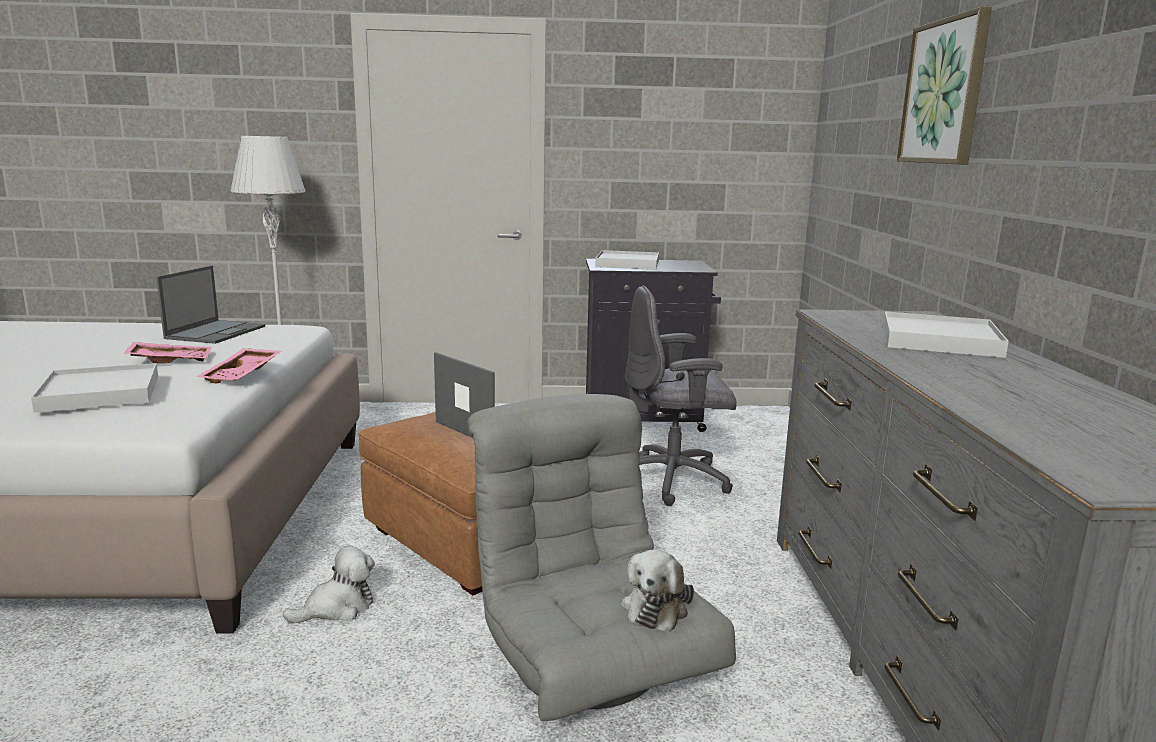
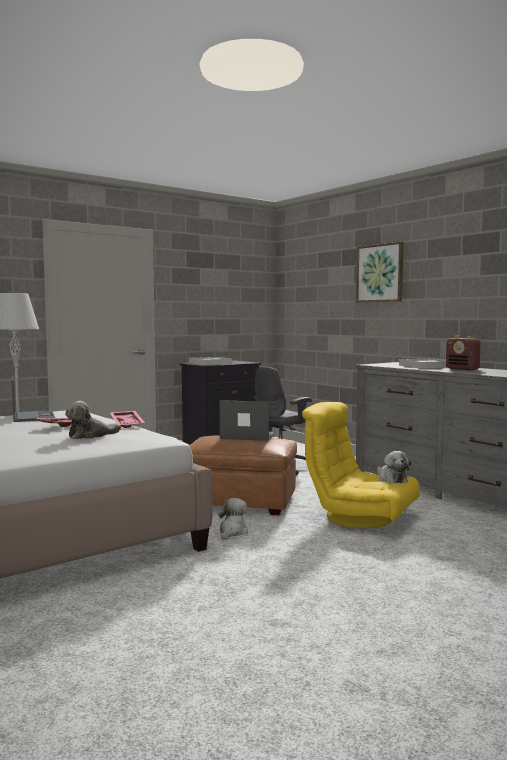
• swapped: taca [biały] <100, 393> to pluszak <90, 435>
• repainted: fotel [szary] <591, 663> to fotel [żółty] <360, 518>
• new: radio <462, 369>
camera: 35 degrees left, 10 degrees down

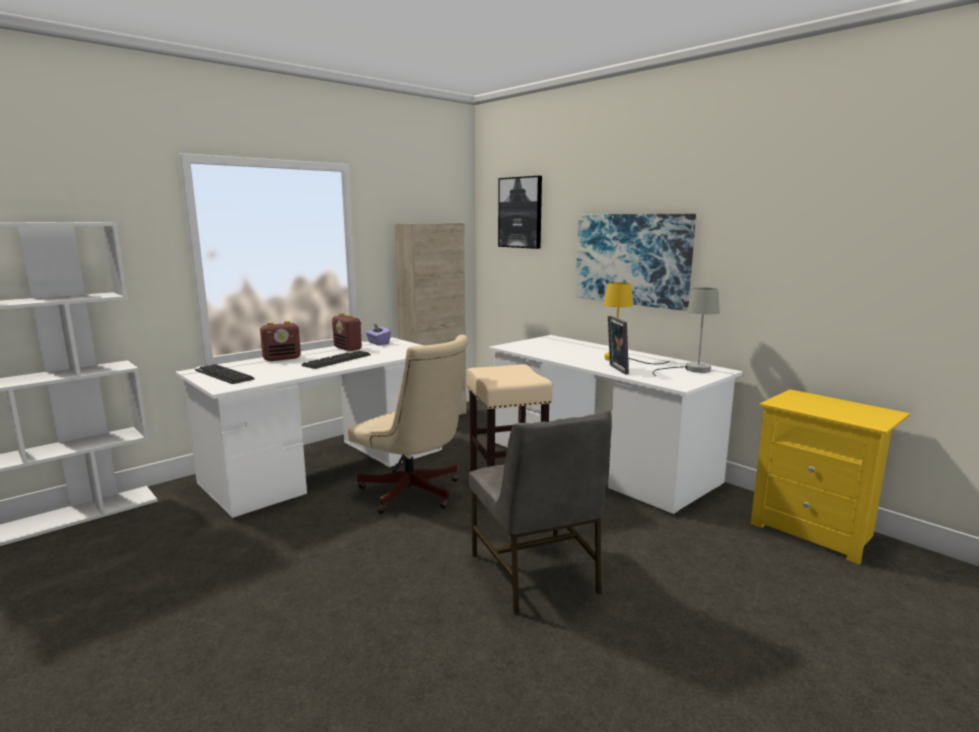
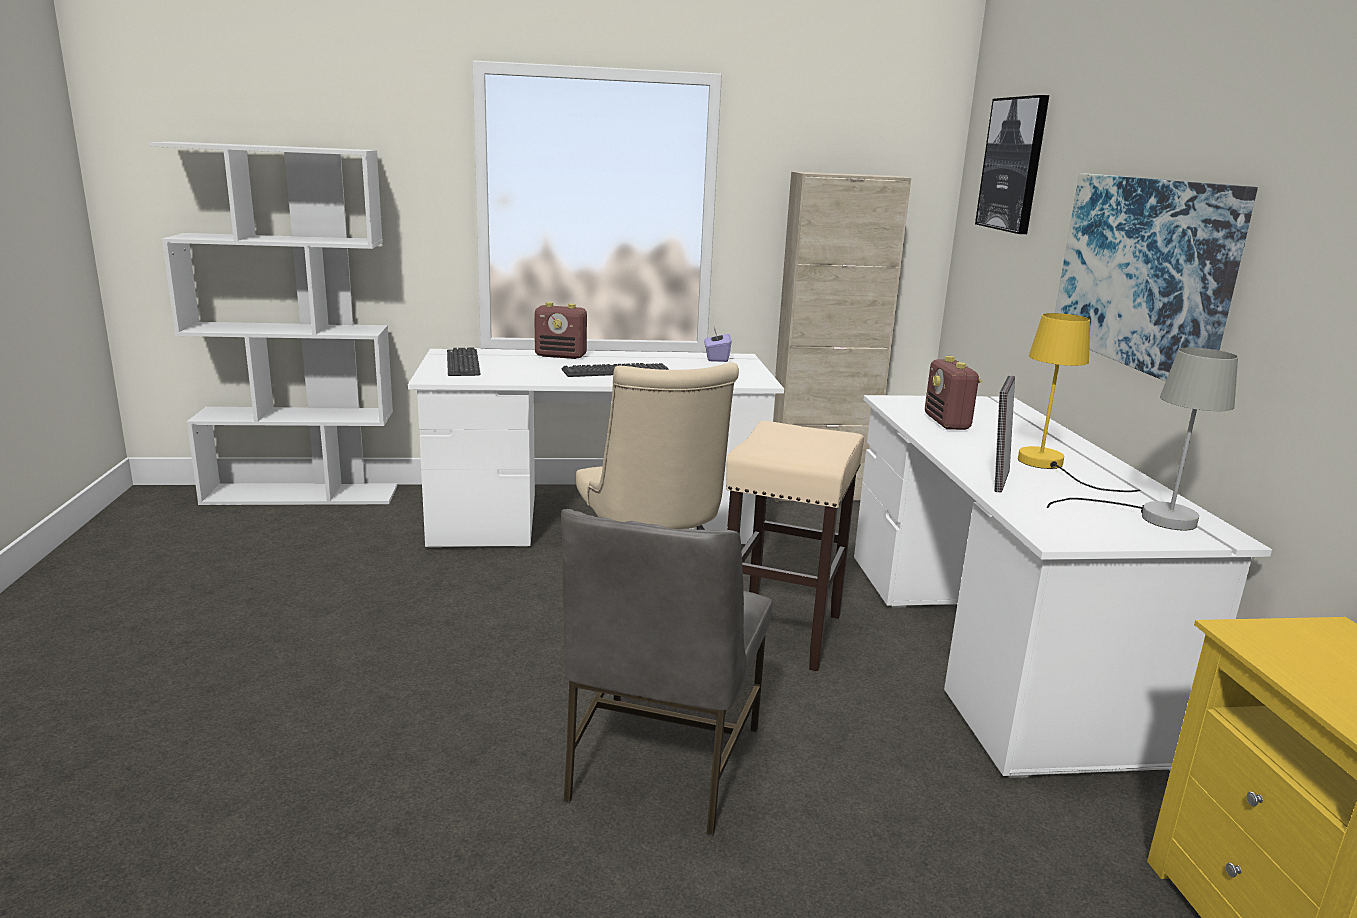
• shifted: radio <348, 348> to <947, 423>
camera: 35 degrees right, 5 degrees up

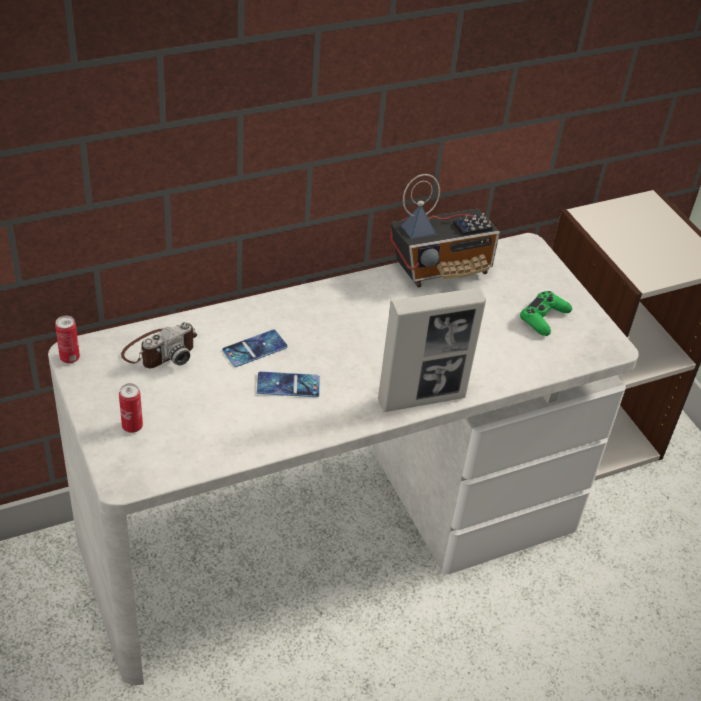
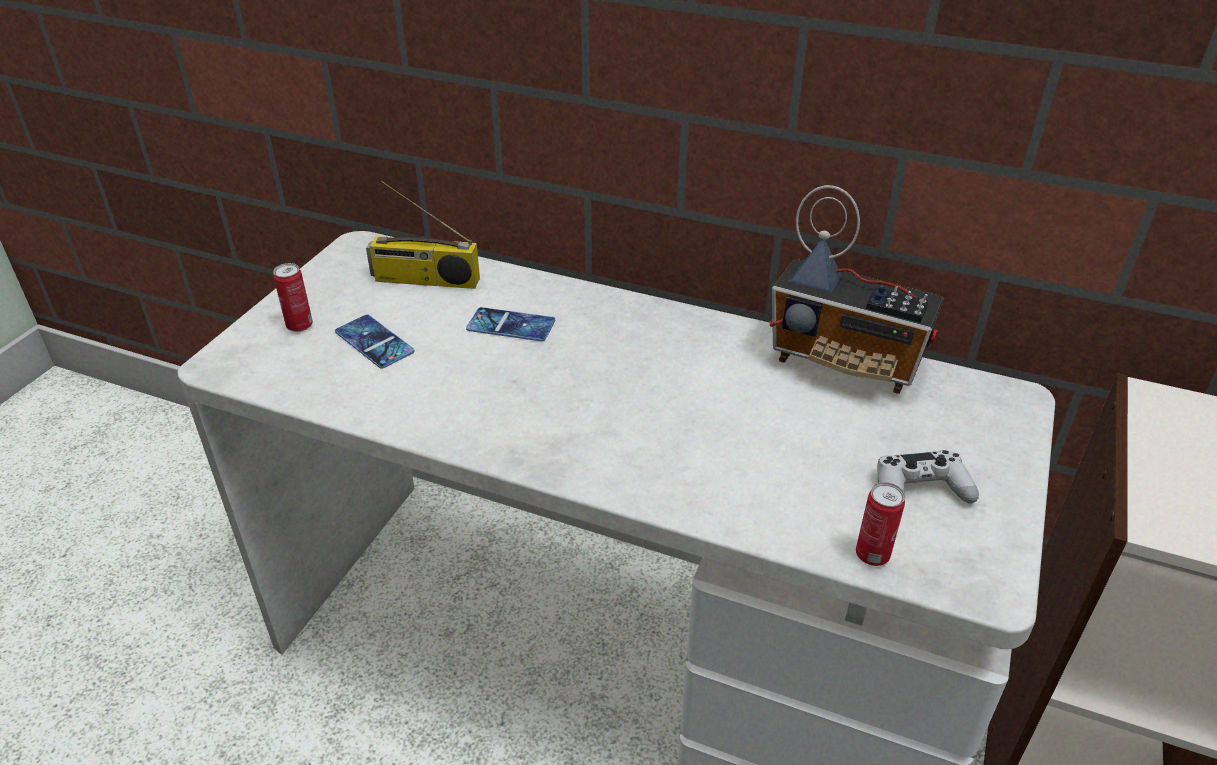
• shifted: puszka <70, 358> to <872, 555>
• swapped: aparat fotograficzny <160, 351> to radio <424, 280>
• shifted: telefon <288, 385> to <374, 342>
• gone: ramka na zdjęcie <422, 398>
• repainted: pad do gier [zielony] <543, 318> to pad do gier [biały] <920, 489>
camera: 50 degrees right, 5 degrees down

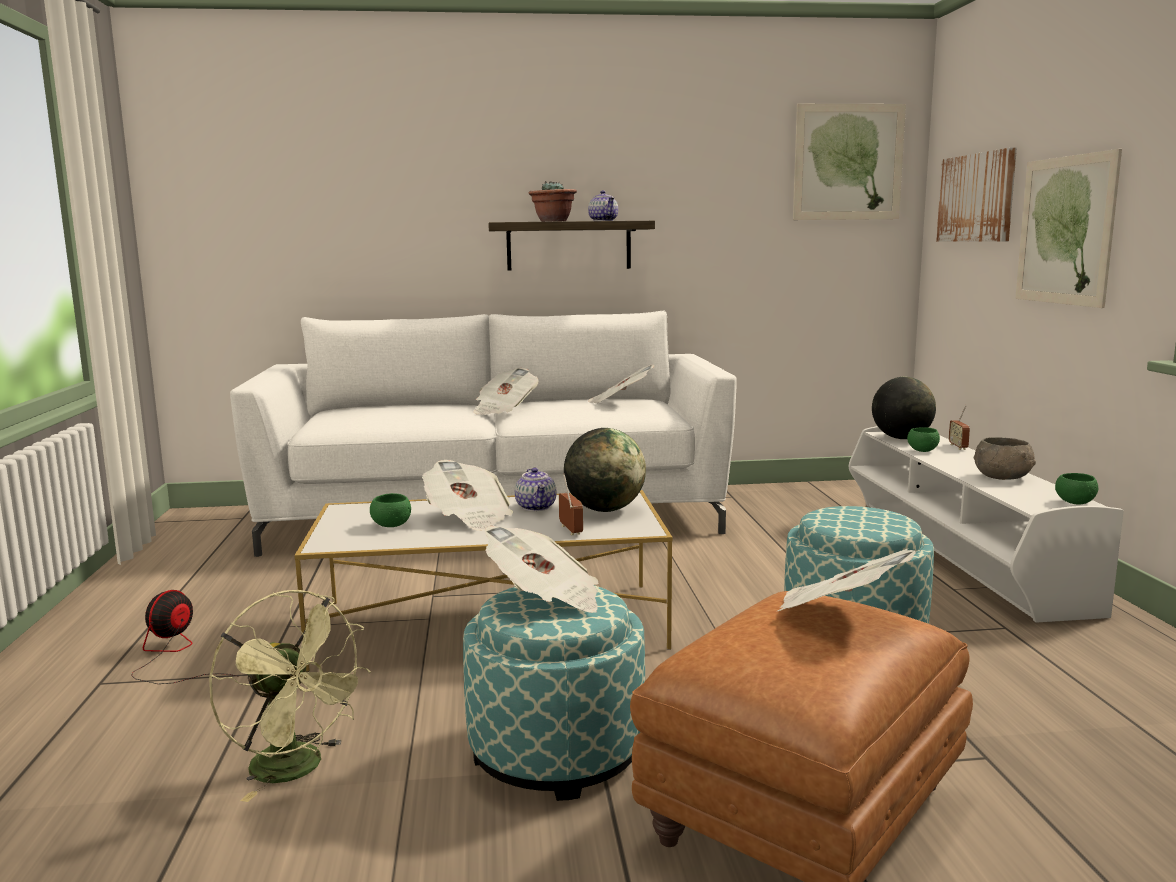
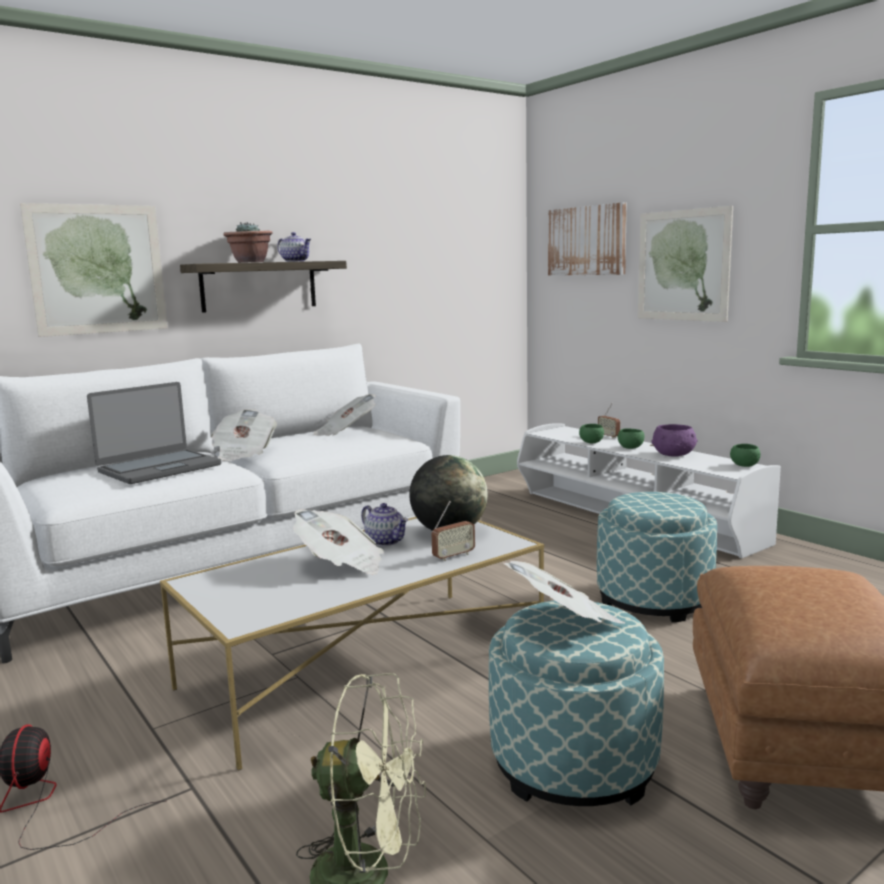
• shifted: miska [zielony] <391, 525> to <630, 448>
• rotated: radio <570, 530> = <453, 556> 105 degrees clockwise
• gone: gazeta <839, 614>
• shifted: obraz <848, 162> to <97, 269>
• gone: globus <901, 438>
• repainted: miska [szary] <1003, 477> to miska [fioletowy] <674, 454>
• new: laptop <159, 468>
camera: 30 degrees left, 0 degrees up

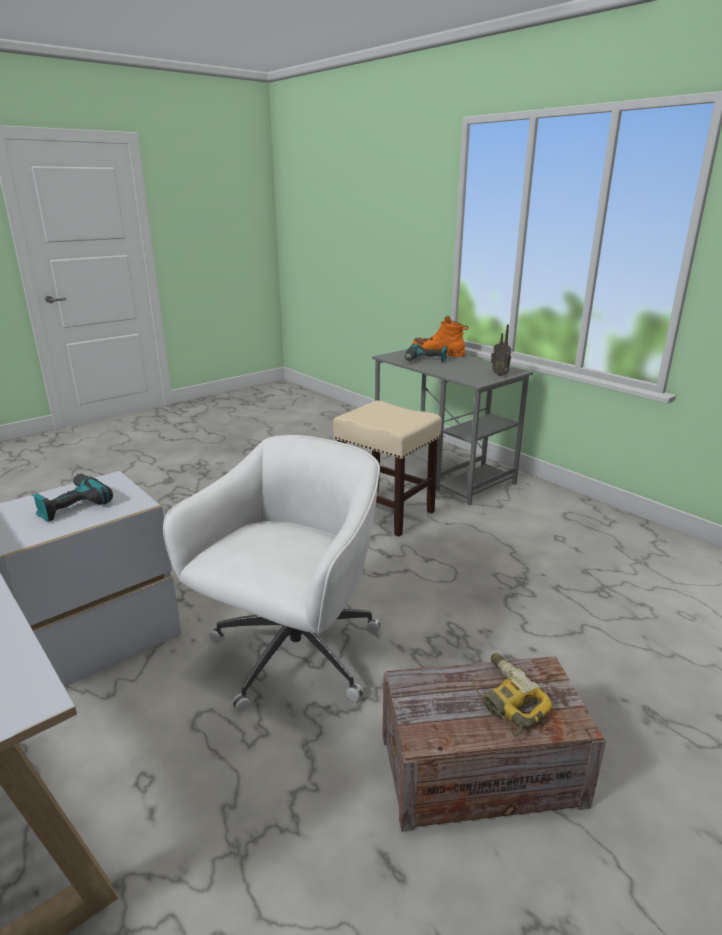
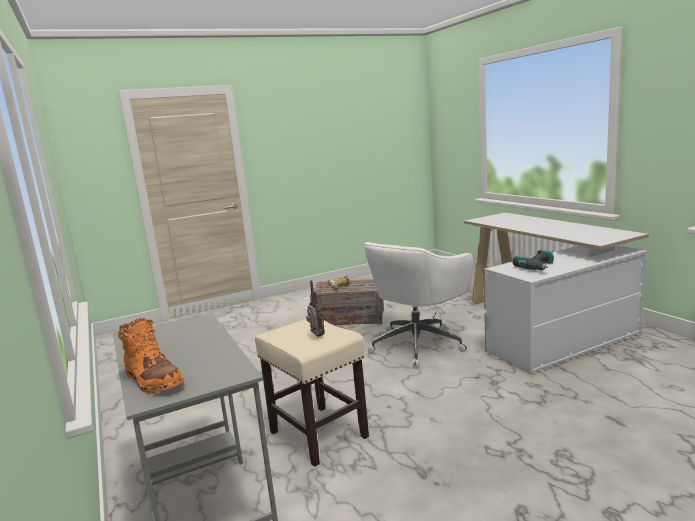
• gone: wiertarka <425, 360>
• shifted: radio <500, 374> to <316, 336>
camera: 165 degrees left, 10 degrees down

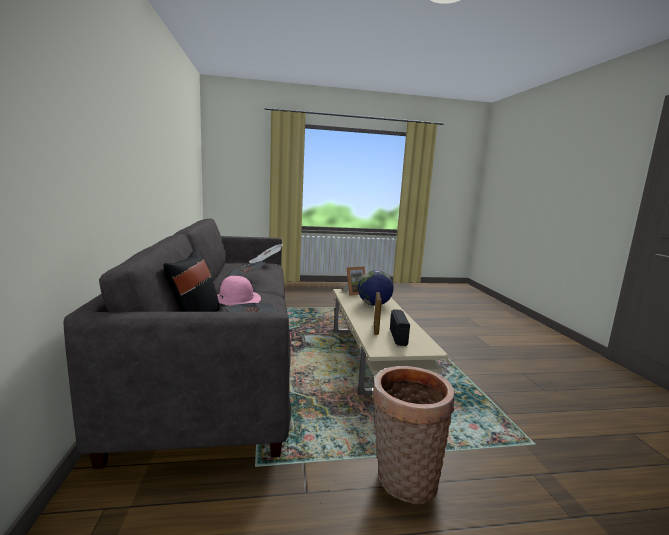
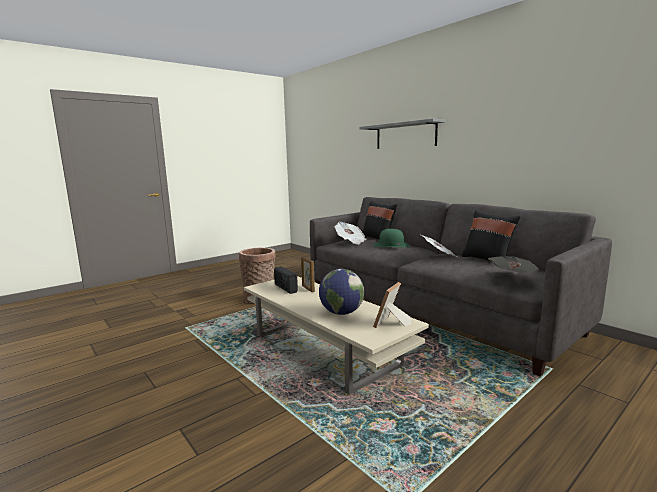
• repainted: kapelusz [różowy] <236, 299> to kapelusz [zielony] <391, 245>
• new: półka [szary] <405, 135>
• new: poduszka [czarny] <487, 260>
camera: 150 degrees right, 0 degrees up

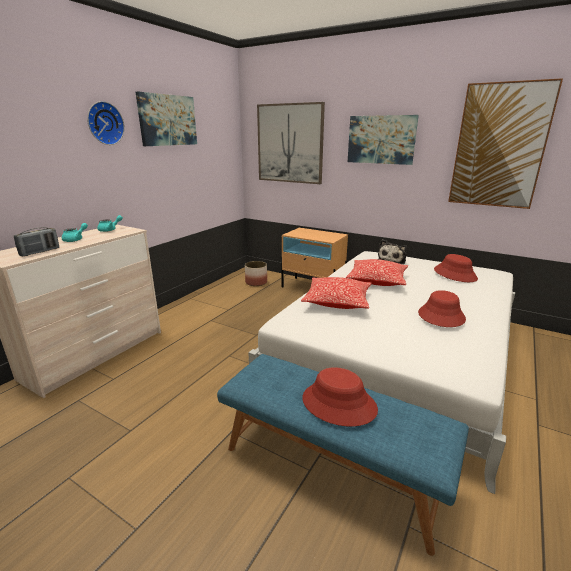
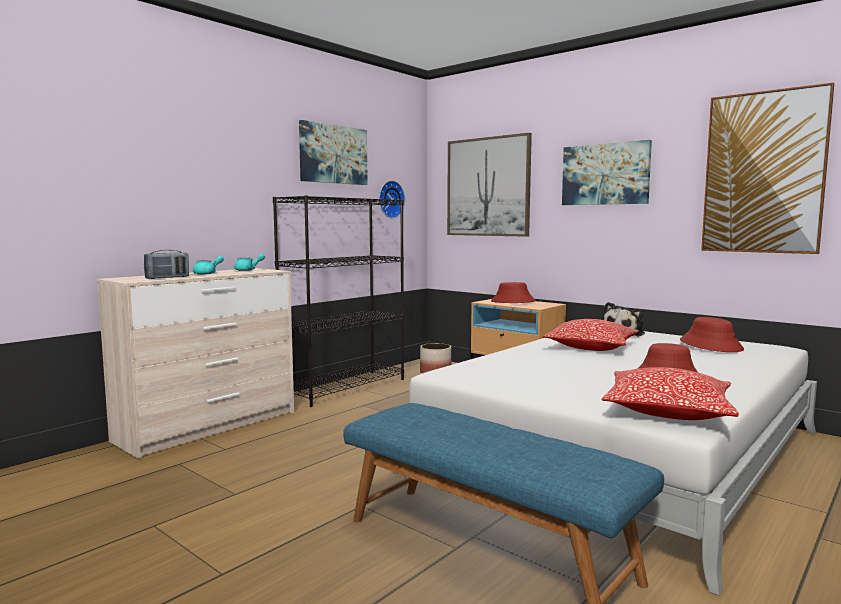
• shifted: zegar ścienny <104, 123> to <390, 199>
• shifted: poduszka <337, 302> to <668, 411>
• shifted: kapelusz [czerwony] <338, 404> to <512, 302>
• new: regał [czarny] <345, 387>
camera: 10 degrees right, 15 degrees down

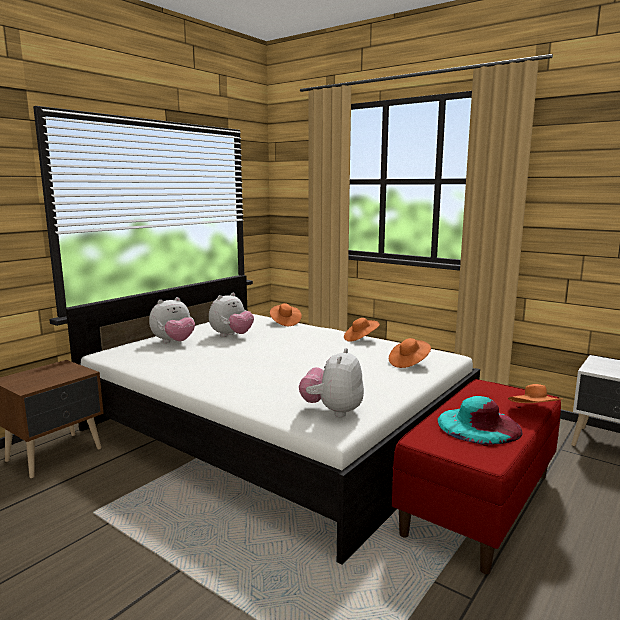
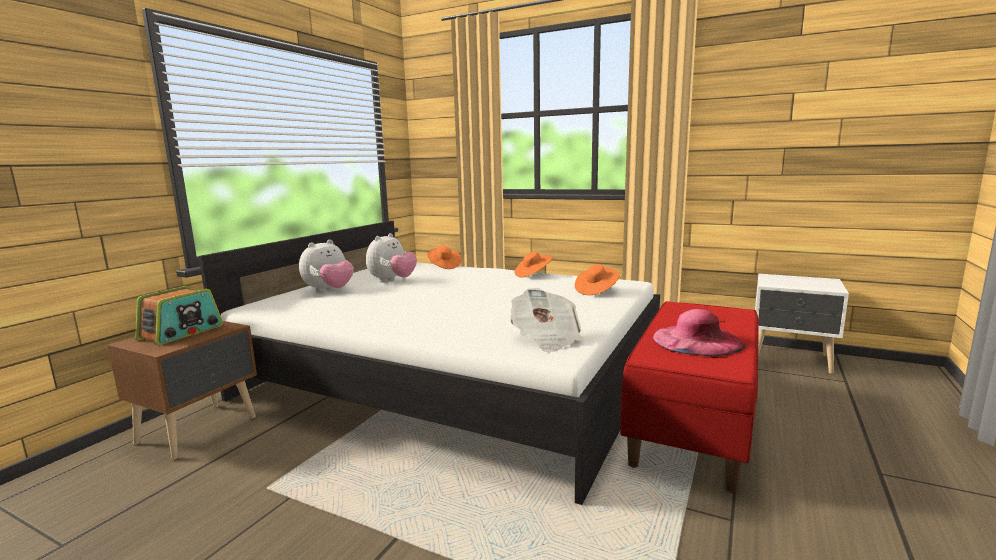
• swapped: pluszak <333, 411> to gazeta <546, 338>
• repainted: kapelusz [turkusowy] <478, 425> to kapelusz [różowy] <697, 340>
• gone: kapelusz [pomarańczowy] <534, 412>
• new: radio <182, 332>
camera: 10 degrees left, 0 degrees up

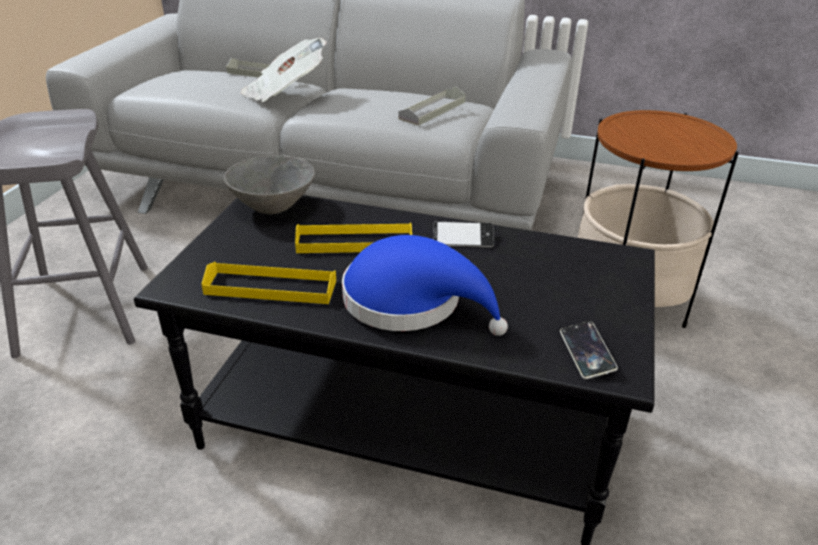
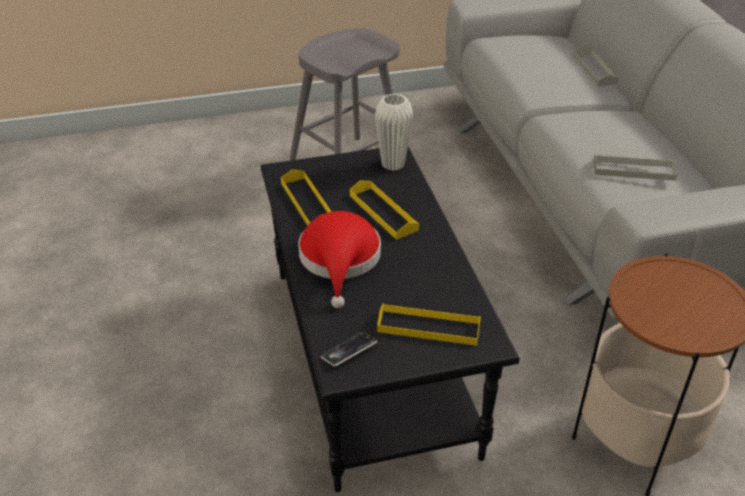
• swapped: miska [szary] <274, 206> to wazon [biały] <393, 164>
• gone: gazeta <285, 92>
• repainted: kapelusz [niebieski] <411, 301> to kapelusz [czerwony] <340, 260>
• gone: telefon <462, 239>
• new: taca [żółty] <428, 327>
camera: 60 degrees right, 5 degrees up

